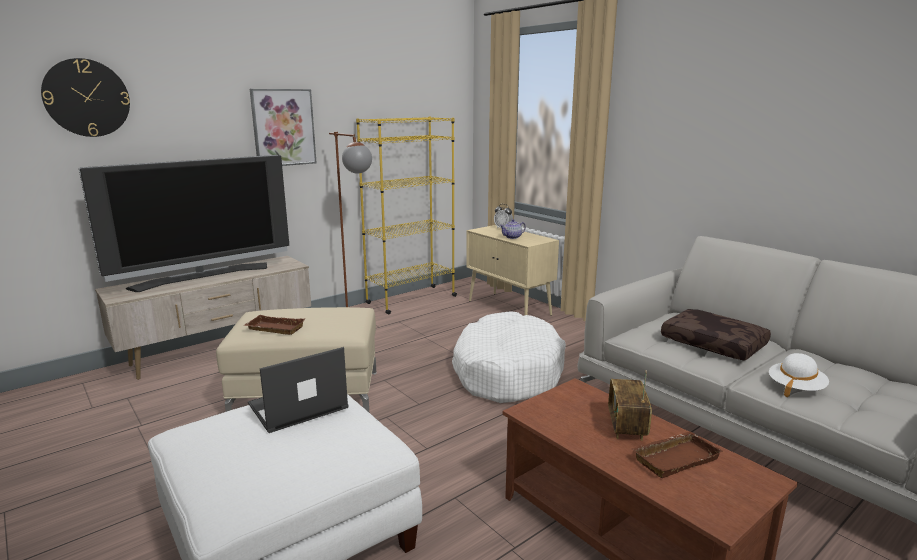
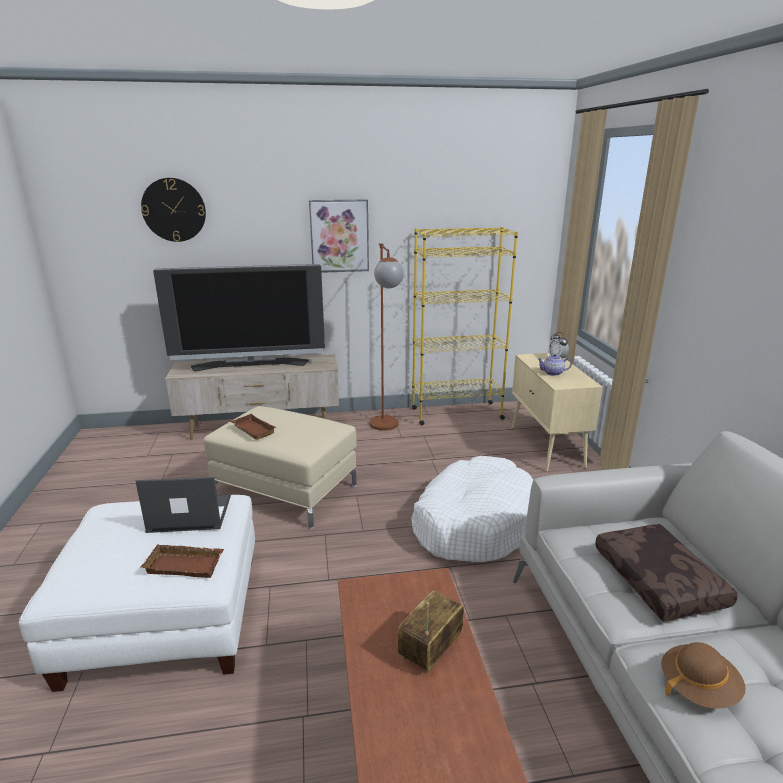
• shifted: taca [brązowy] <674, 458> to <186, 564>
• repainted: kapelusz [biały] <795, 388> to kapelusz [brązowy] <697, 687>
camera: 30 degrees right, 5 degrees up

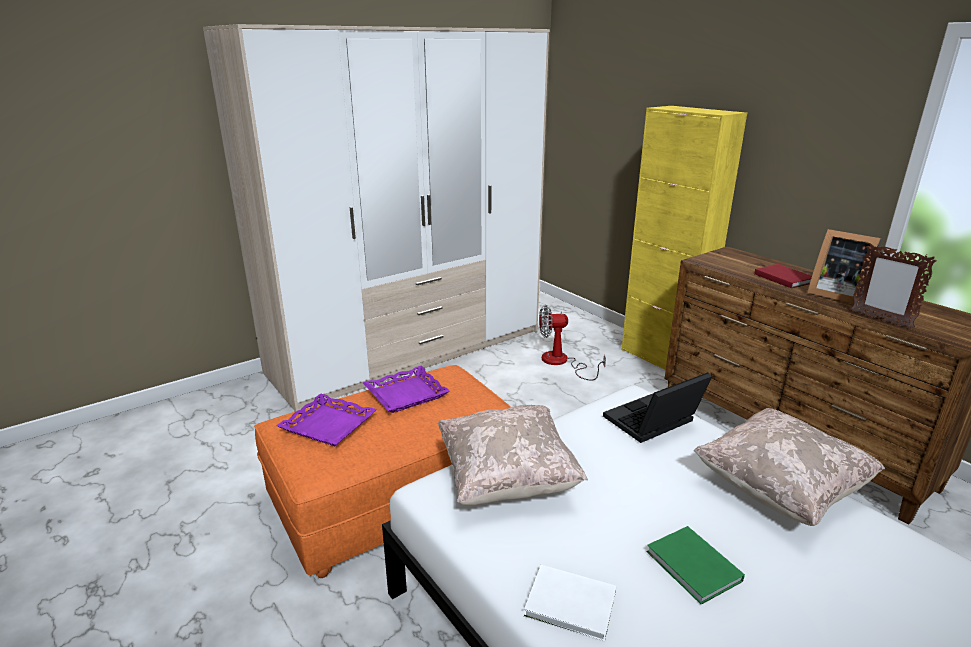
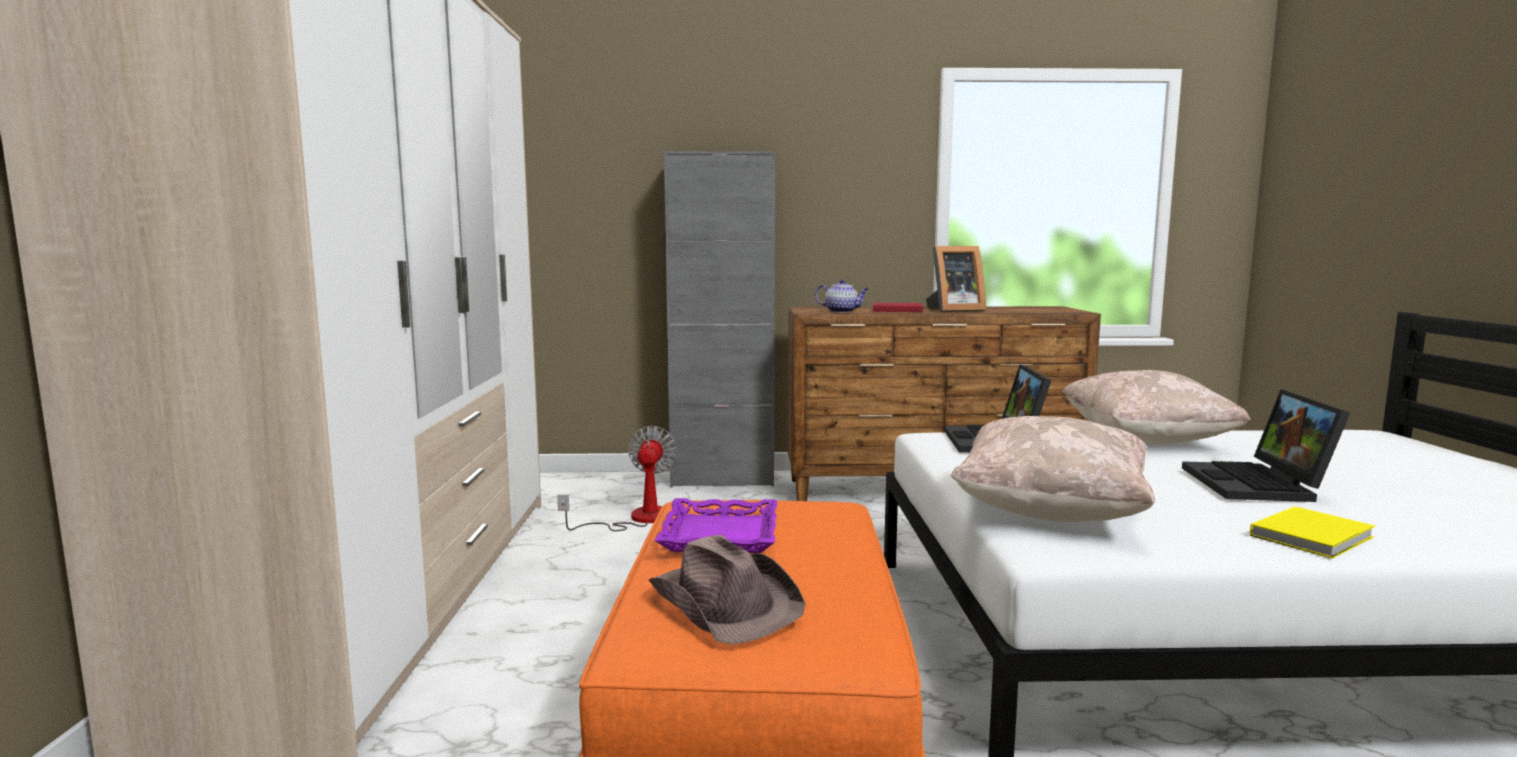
• swapped: taca [fioletowy] <329, 425> to kapelusz [brązowy] <725, 602>
• repainted: książka [biały] <572, 606> to książka [żółty] <1314, 536>
• rotated: wentylator <561, 362> = <637, 519> 150 degrees clockwise
• repainted: szafka [żółty] <661, 359> to szafka [szary] <722, 480>
• swapped: książka [zielony] <694, 568> to laptop <1260, 485>
• gone: ramka na zdjęcie <880, 319>
• new: imbryk <842, 311>
camera: 55 degrees left, 15 degrees down

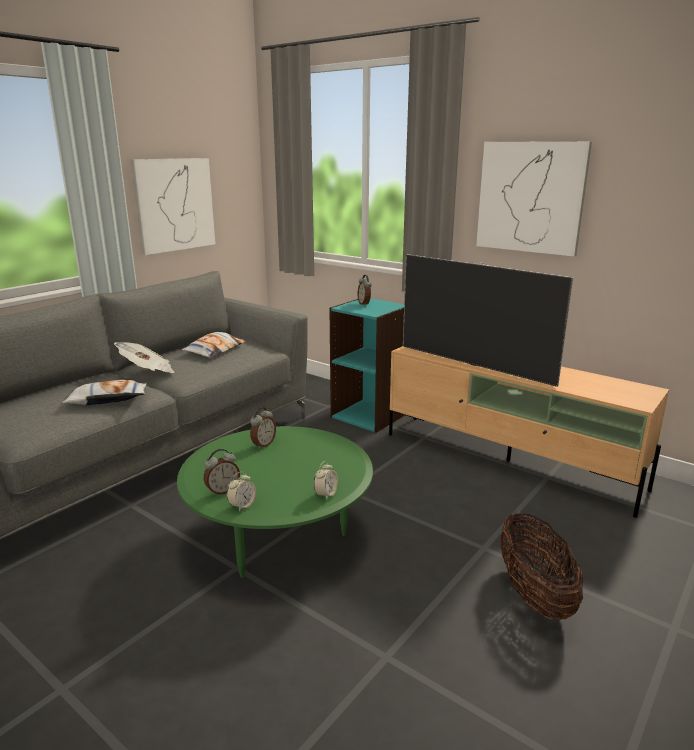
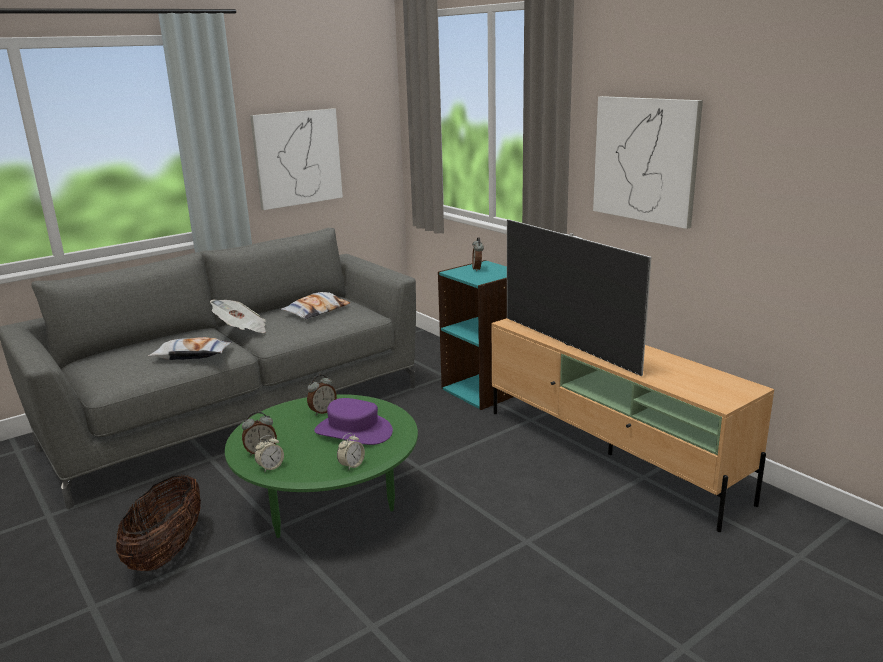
• shifted: koszyk <534, 594> to <167, 551>
• new: kapelusz [fioletowy] <353, 431>
camera: 15 degrees right, 0 degrees up

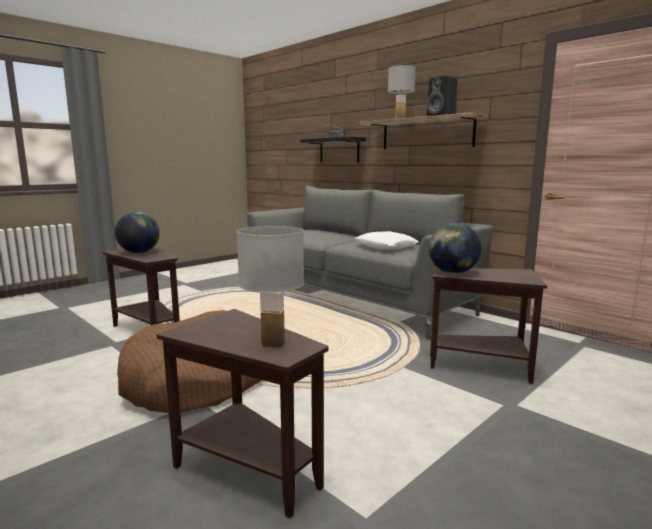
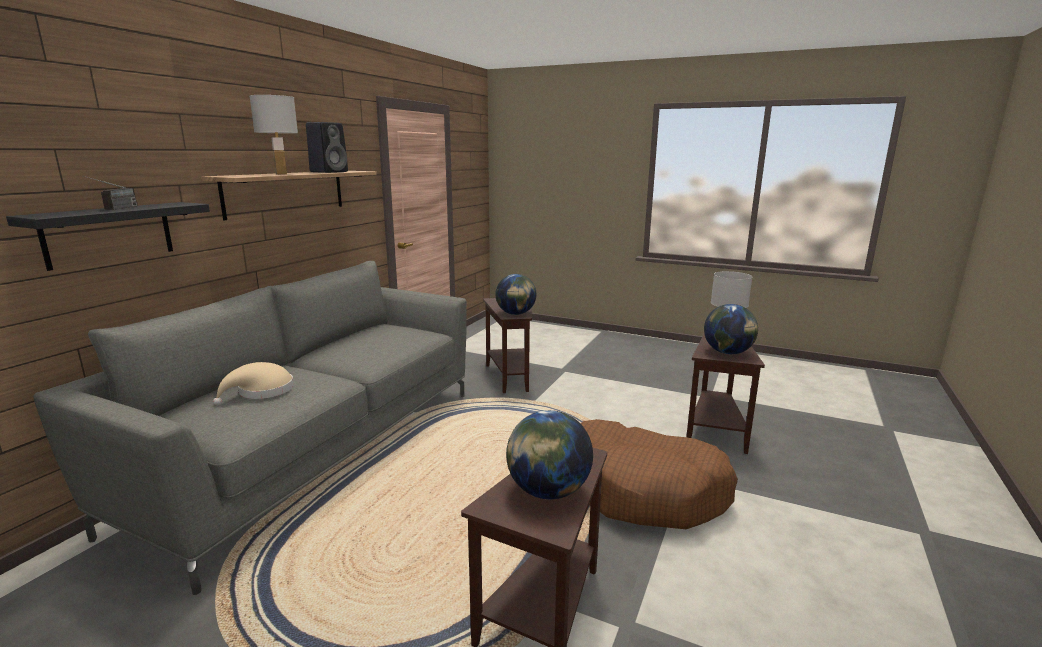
• gone: poduszka [biały] <386, 246>
• new: kapelusz [beżowy] <261, 392>
• new: globus <728, 352>
camera: 110 degrees left, 5 degrees up

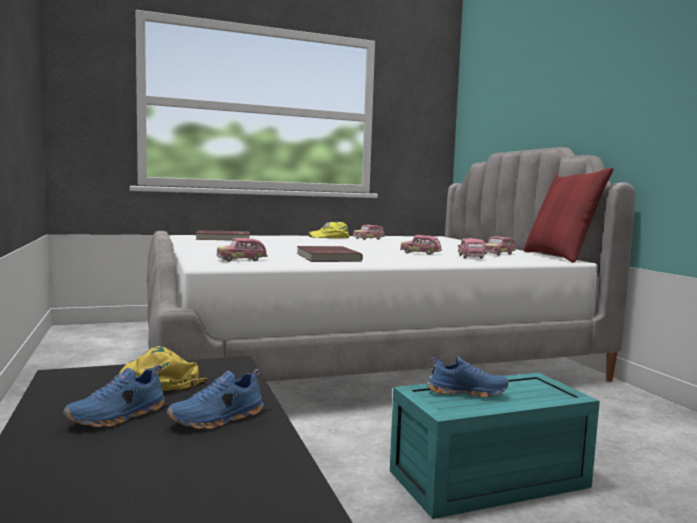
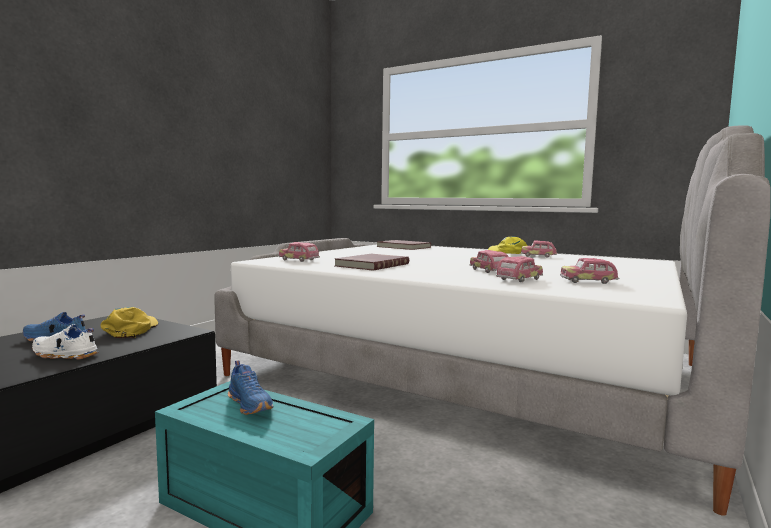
• repainted: but [niebieski] <218, 419> to but [biały] <64, 355>
• gone: poduszka [czerwony] <559, 257>
camera: 50 degrees right, 0 degrees up

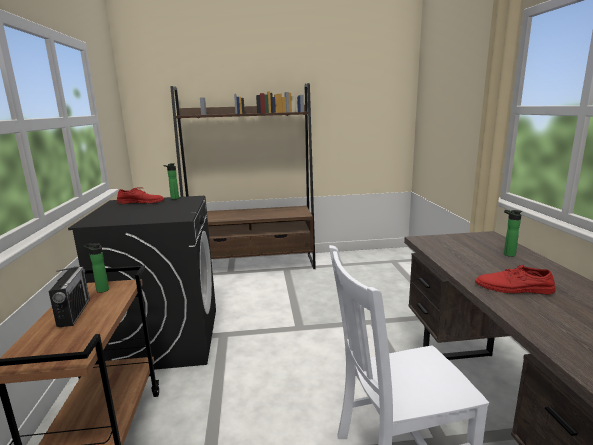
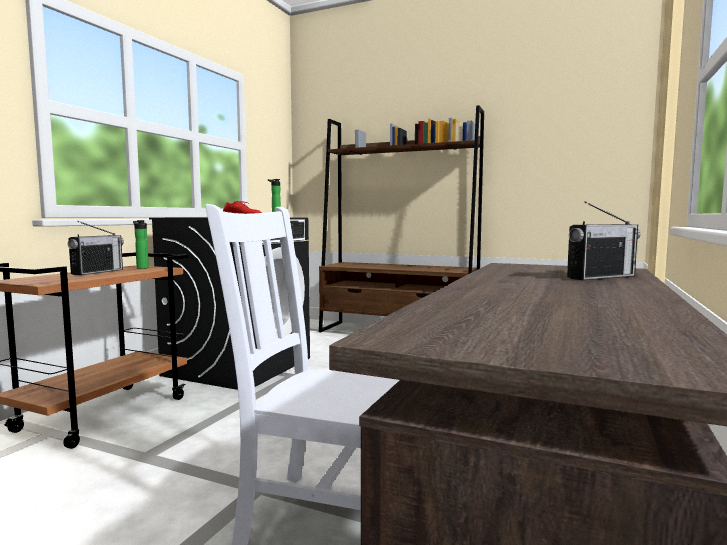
• gone: but [czerwony] <513, 288>
• swapped: butelka <507, 254> to radio <601, 277>
camera: 30 degrees right, 10 degrees down

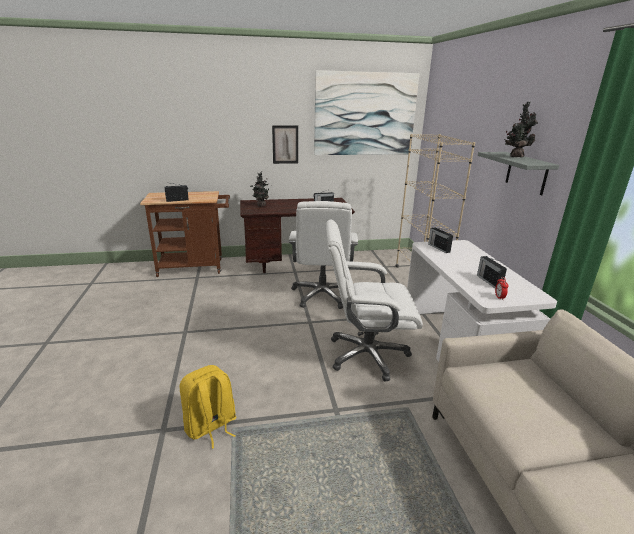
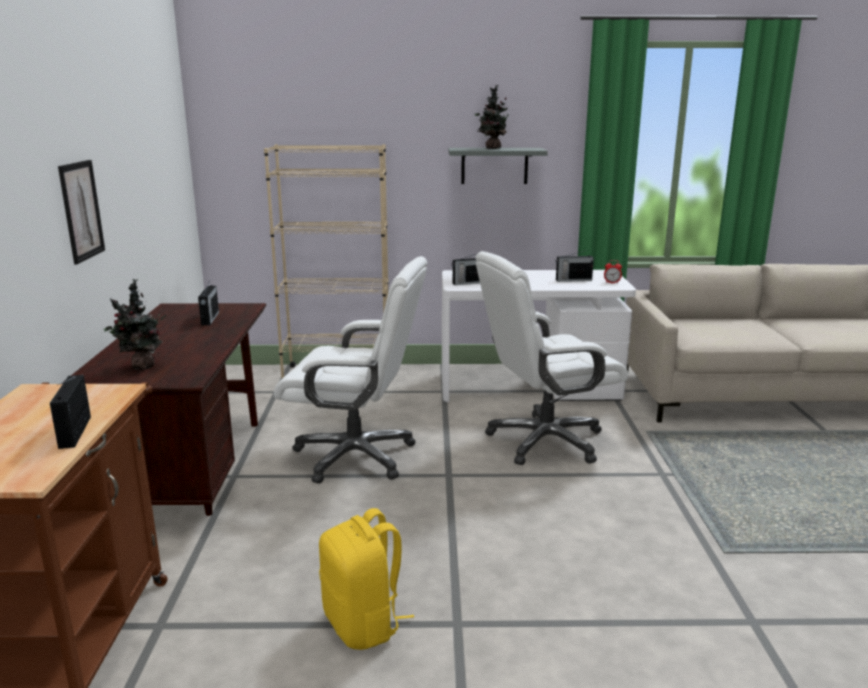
• shifted: plecak [żółty] <211, 426> to <363, 624>
• gone: obraz <365, 114>
• rotated: krzesło biurowe [biały] <366, 355> = <544, 441> 60 degrees clockwise
camera: 80 degrees left, 5 degrees down

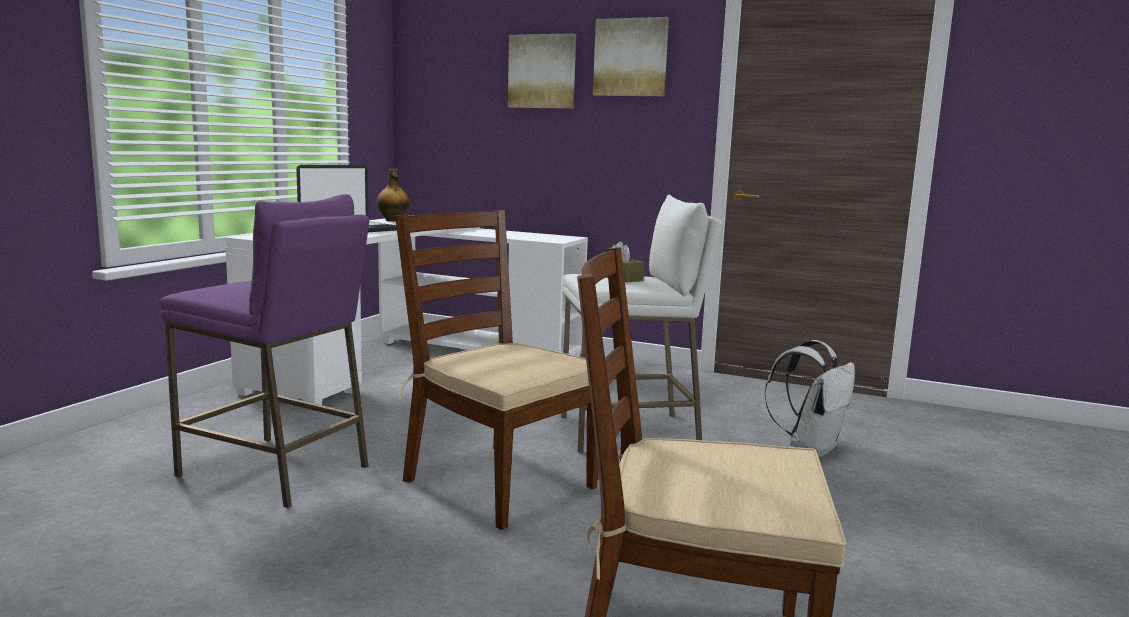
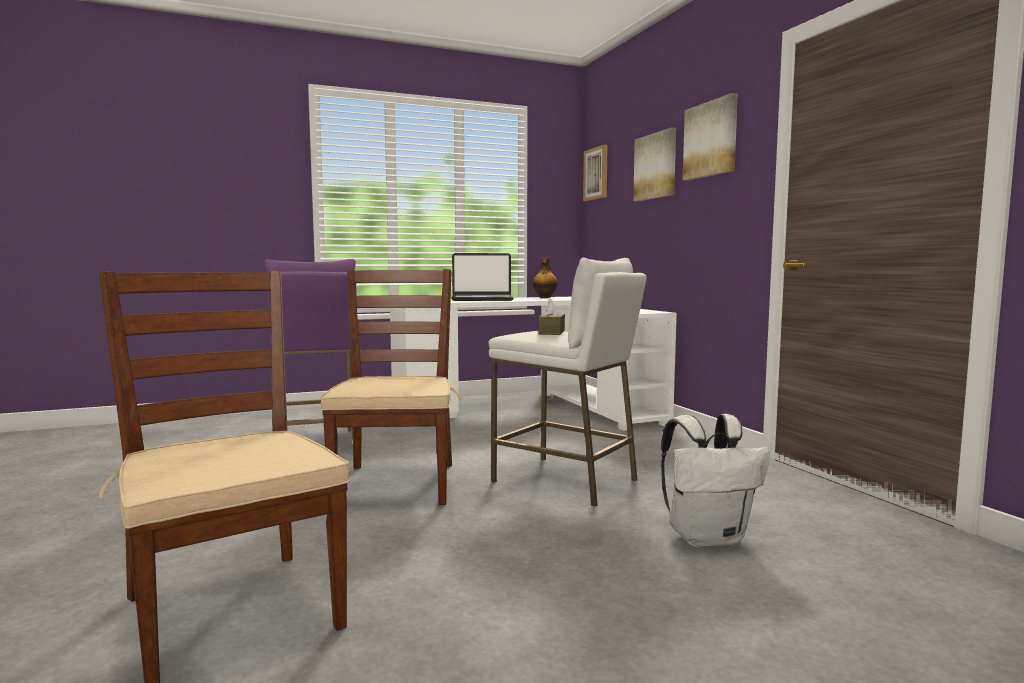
• new: obraz <596, 173>
camera: 45 degrees right, 5 degrees down

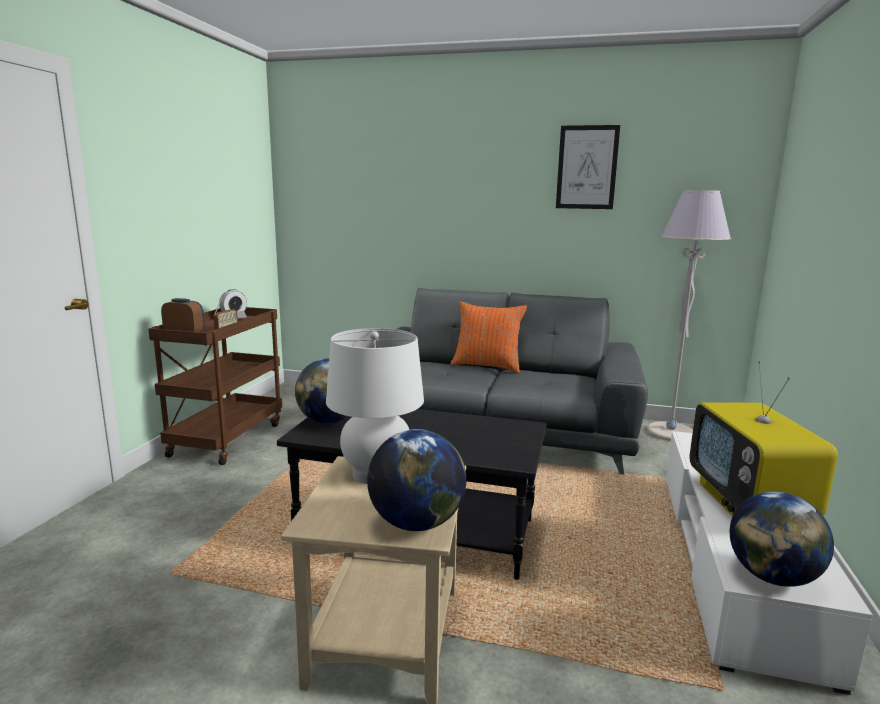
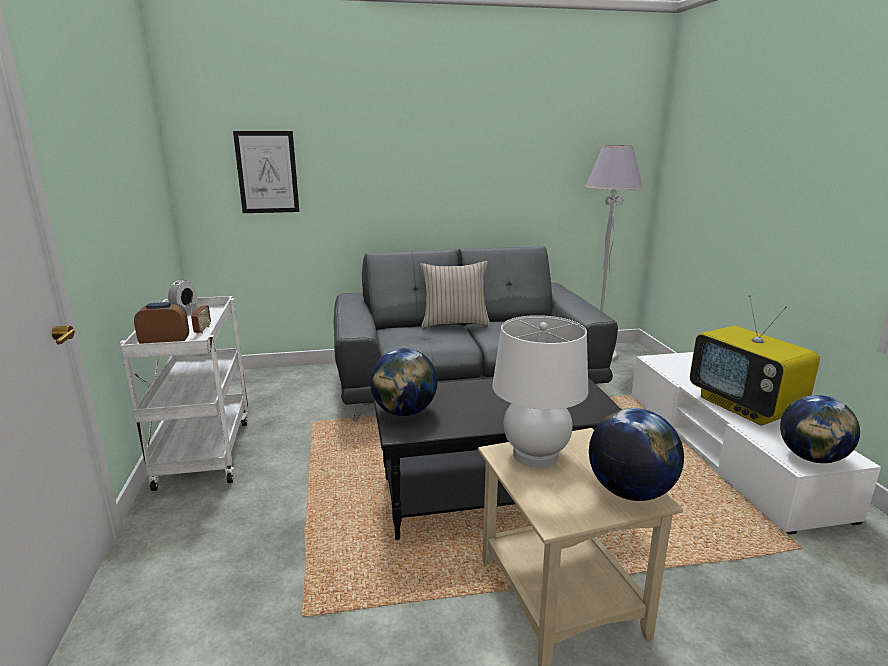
• repainted: wózek [brązowy] <227, 438> to wózek [biały] <203, 451>
• repainted: poduszka [pomarańczowy] <487, 366> to poduszka [beżowy] <454, 323>
• shifted: obraz <587, 167> to <267, 172>
camera: 25 degrees left, 5 degrees up

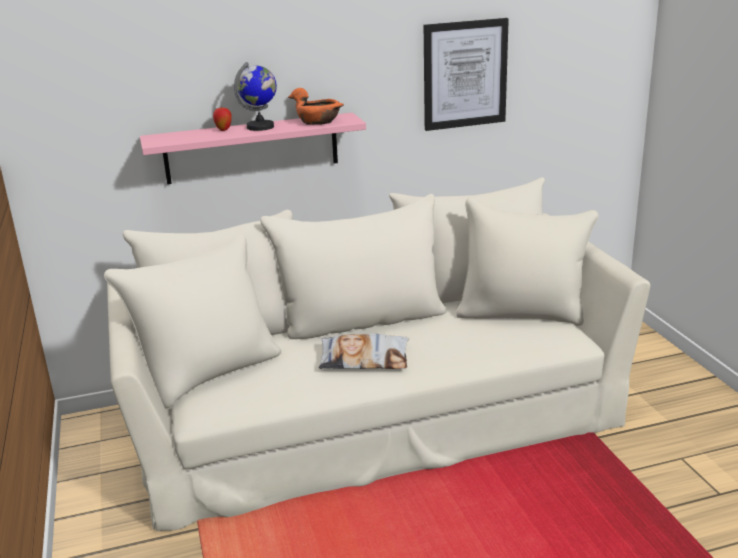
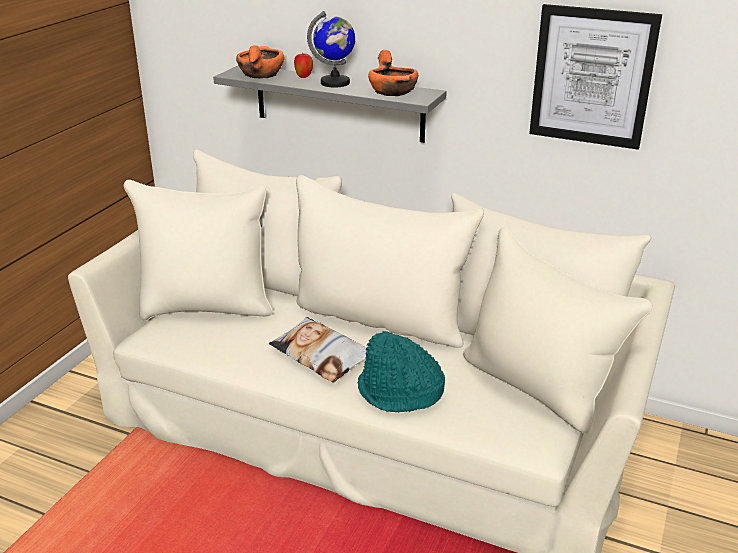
• repainted: półka [różowy] <252, 148> to półka [szary] <339, 103>
• new: miska [pomarańczowy] <260, 74>
• new: kapelusz [turkusowy] <400, 393>
camera: 40 degrees right, 5 degrees up

